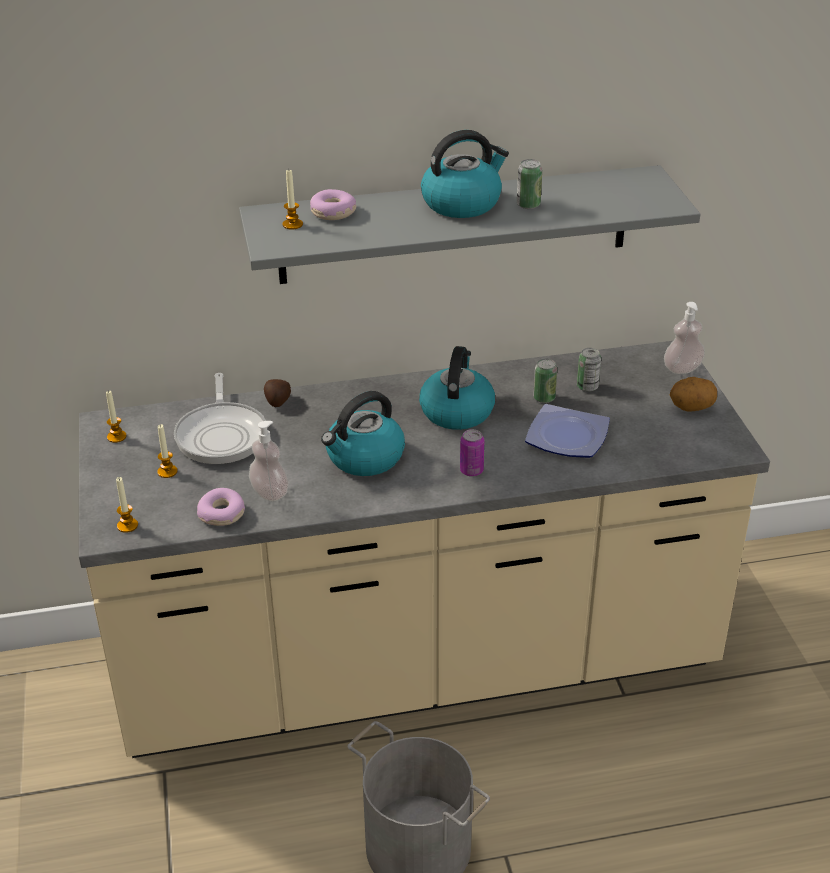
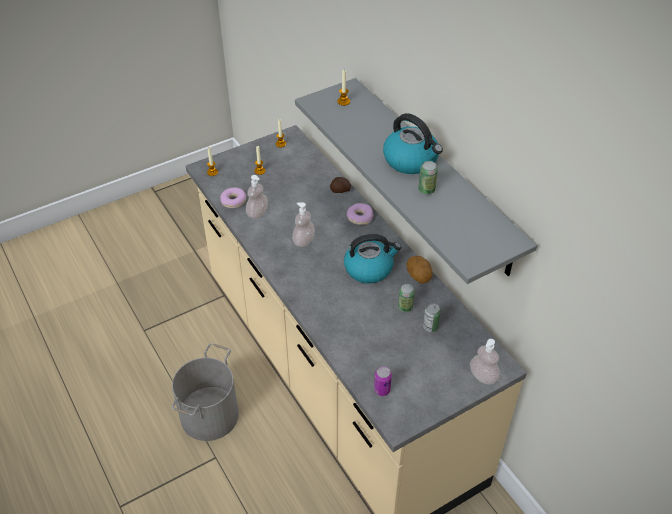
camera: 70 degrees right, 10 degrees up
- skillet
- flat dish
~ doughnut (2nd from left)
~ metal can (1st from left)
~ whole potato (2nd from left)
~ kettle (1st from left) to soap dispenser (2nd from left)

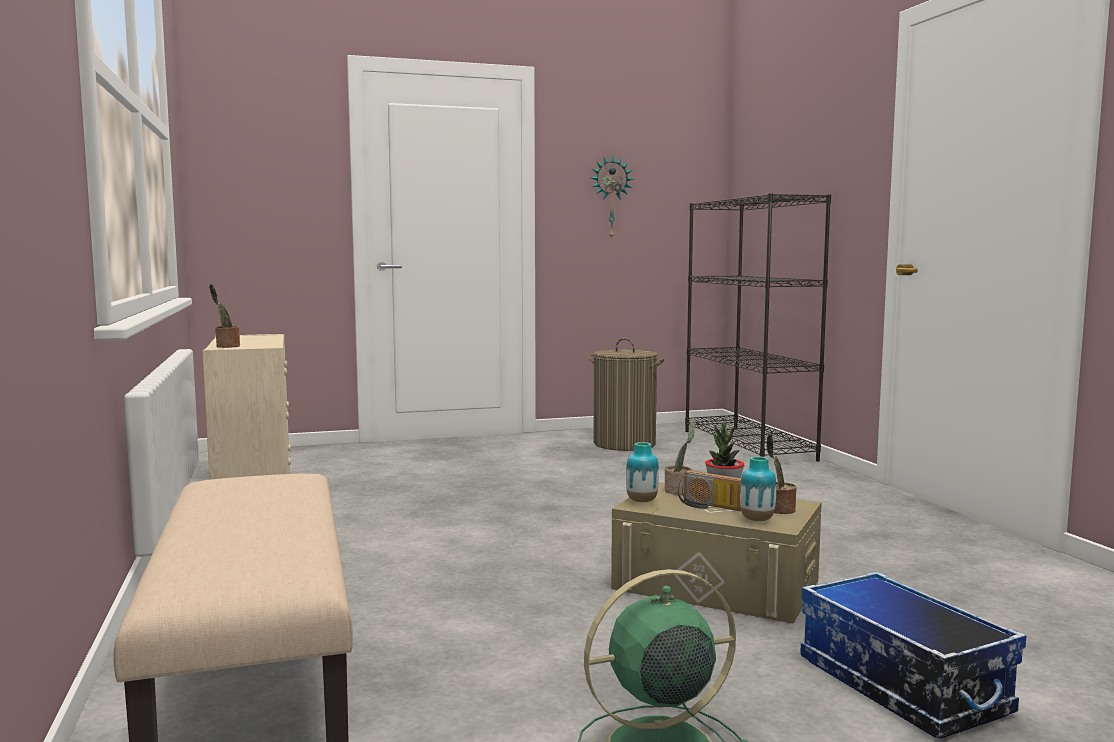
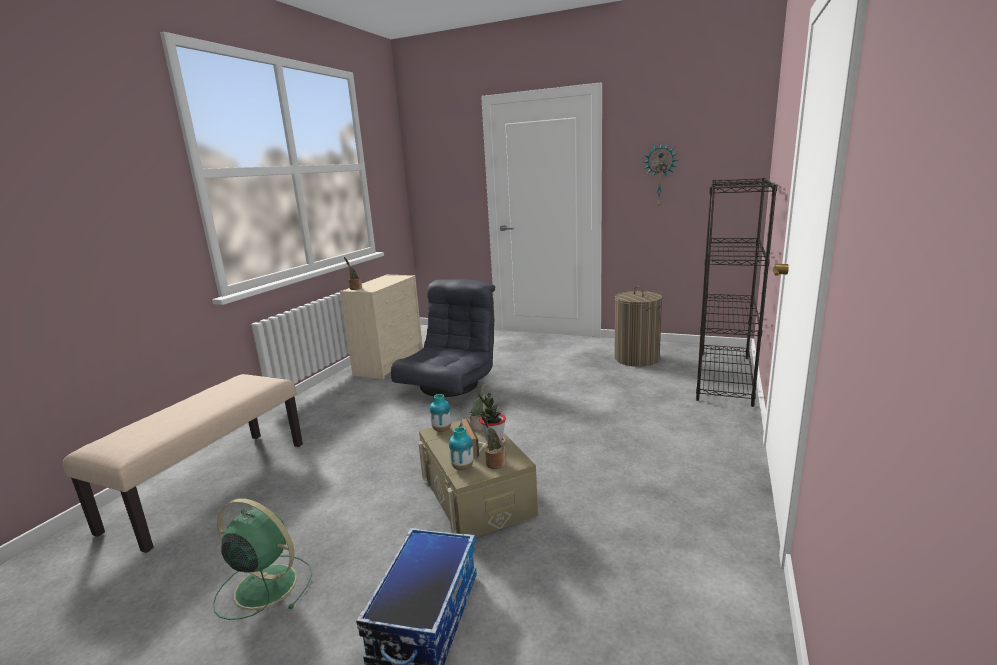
camera: 40 degrees right, 10 degrees up
+ grey easy chair

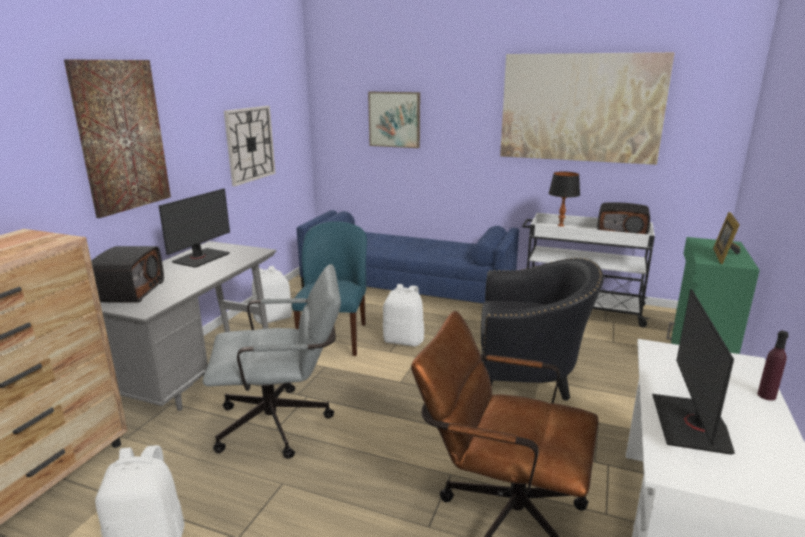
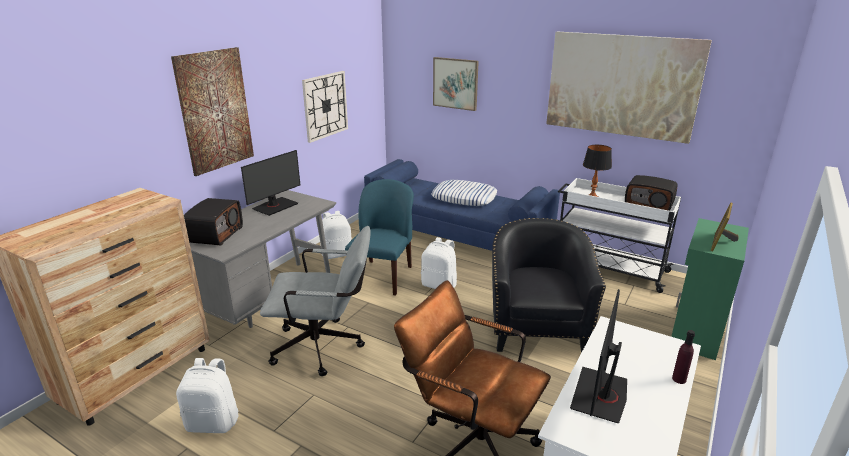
camera: 10 degrees right, 5 degrees up
+ throw pillow
~ black easy chair 105 degrees counterclockwise

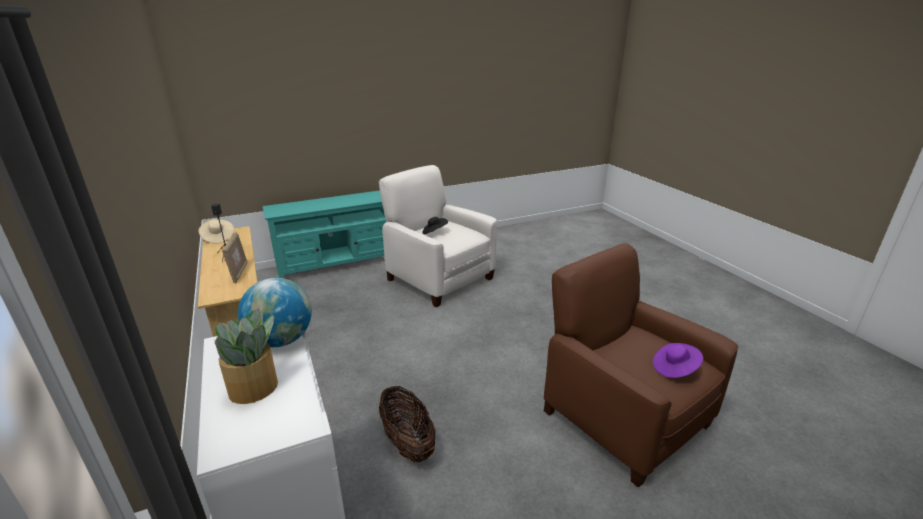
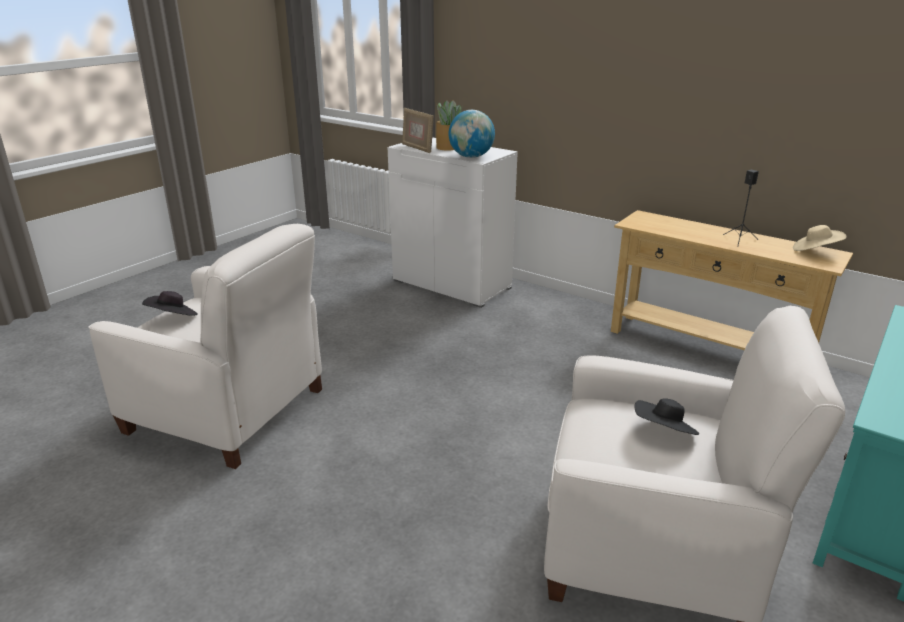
camera: 150 degrees right, 0 degrees up
- storage basket
~ photo frame
~ brown-coloured easy chair to white-coloured easy chair (1st from left)
~ purplish wearable hat to black wearable hat (1st from left)

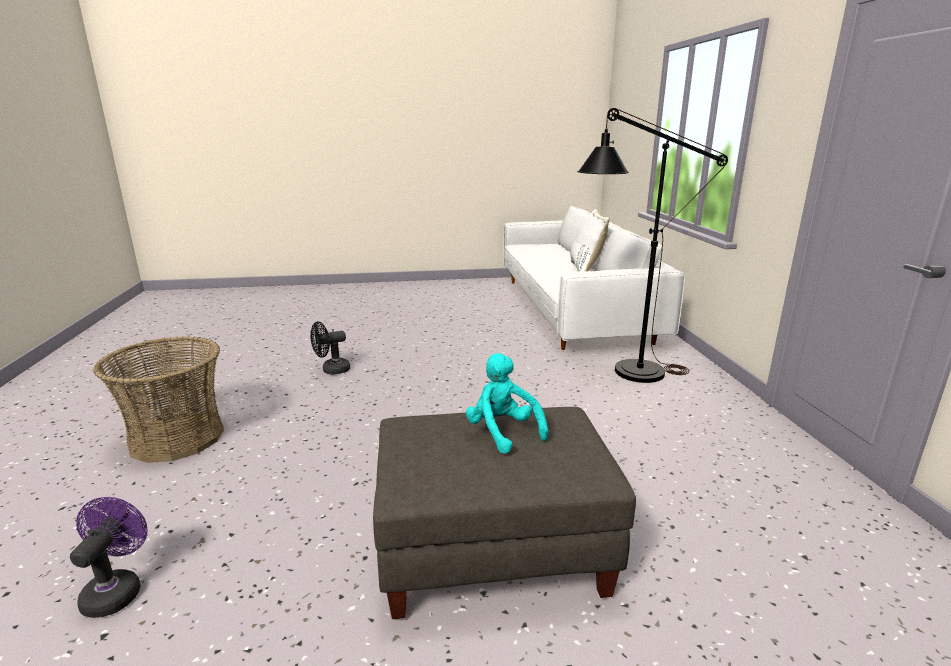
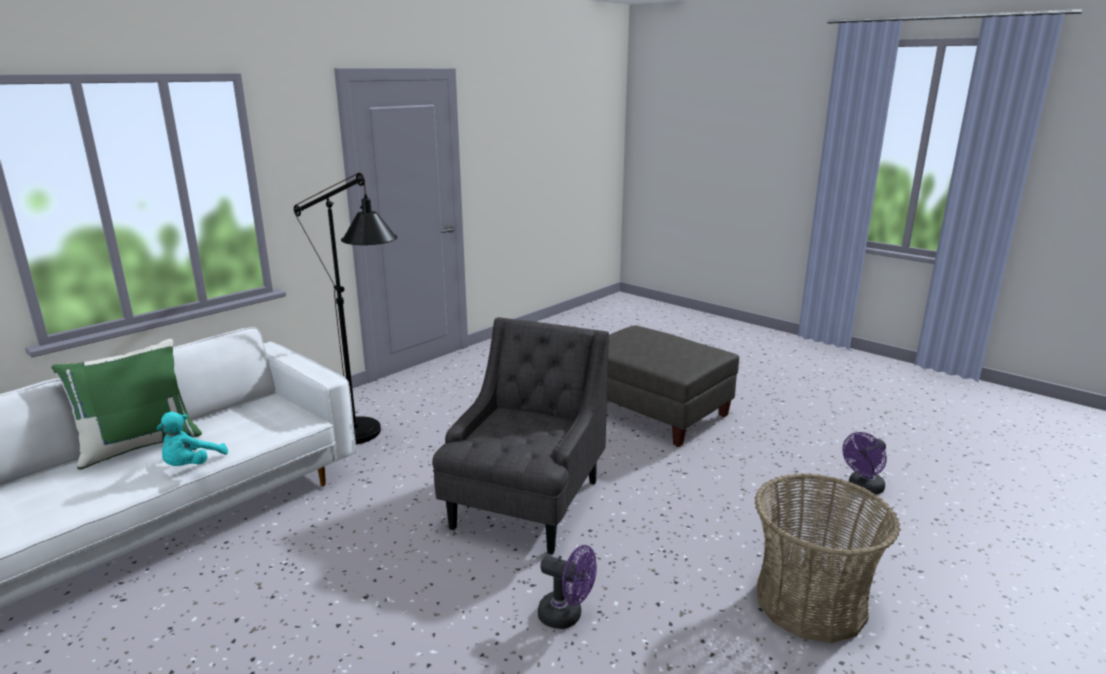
camera: 130 degrees left, 0 degrees up
+ grey easy chair
~ turquoise cuddly toy
~ black electric fan to purplish electric fan (1st from left)
~ white-coloured throw pillow to green throw pillow

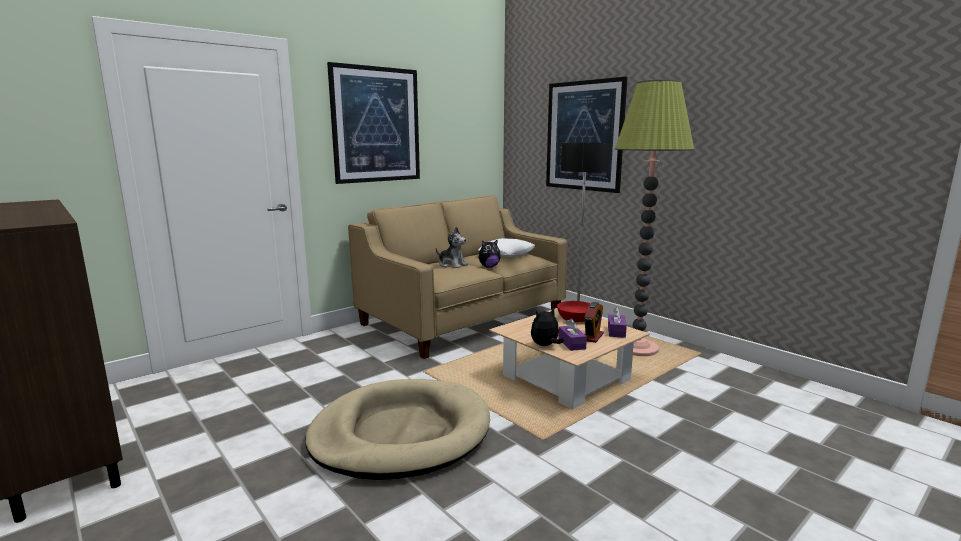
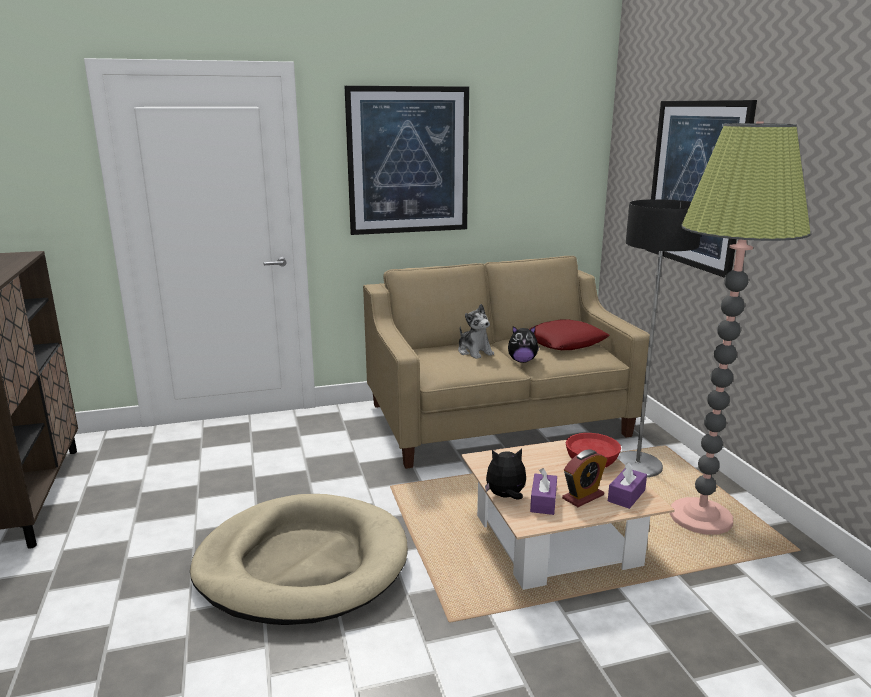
camera: 25 degrees right, 5 degrees up
~ white-coloured throw pillow to reddish throw pillow

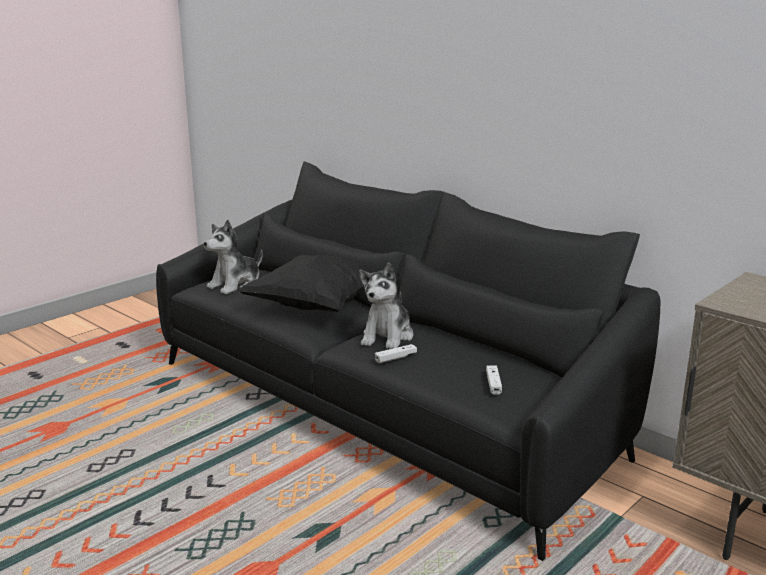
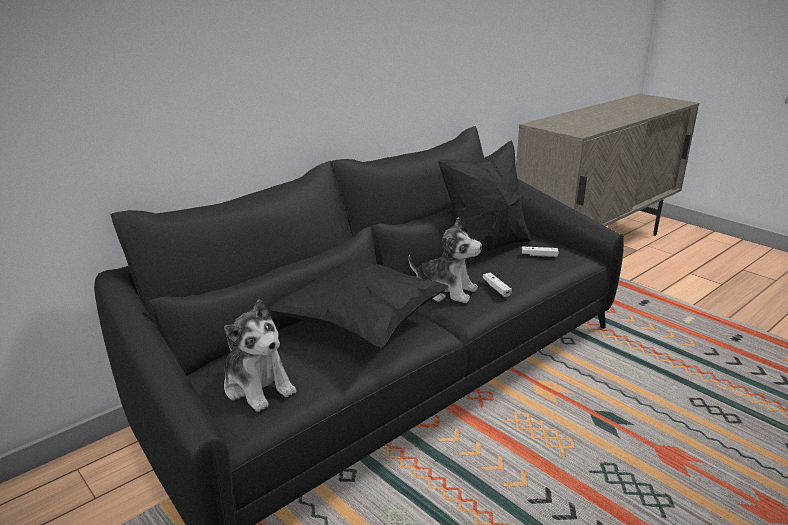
camera: 85 degrees left, 5 degrees up
+ black throw pillow (2nd from left)

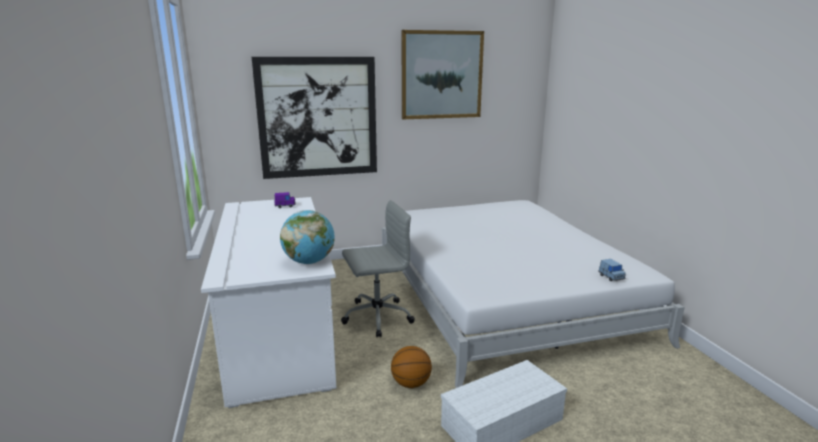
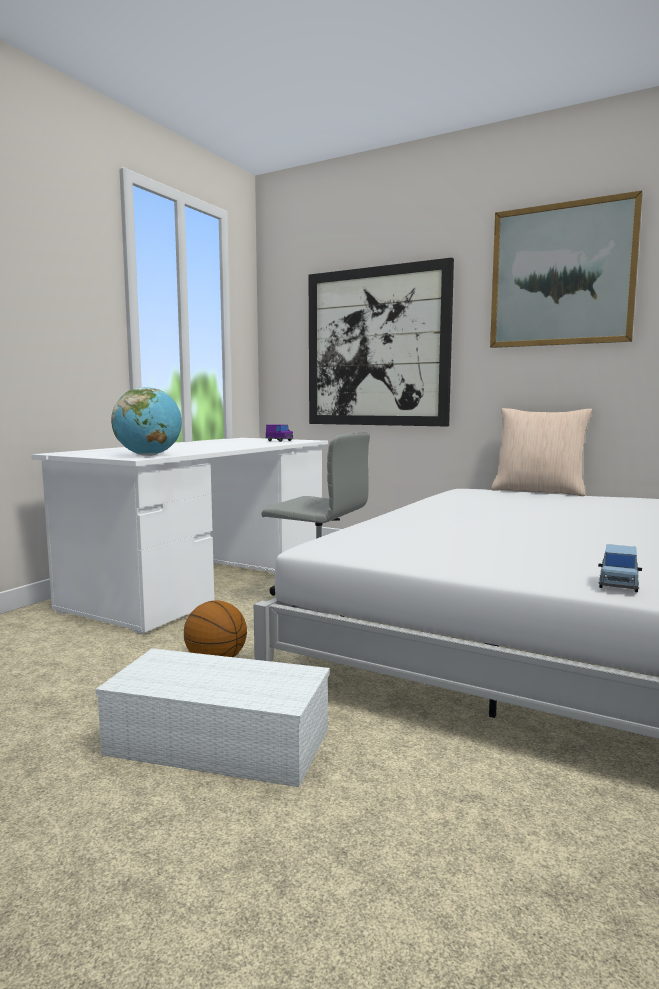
camera: 45 degrees right, 10 degrees down
+ sand-coloured throw pillow

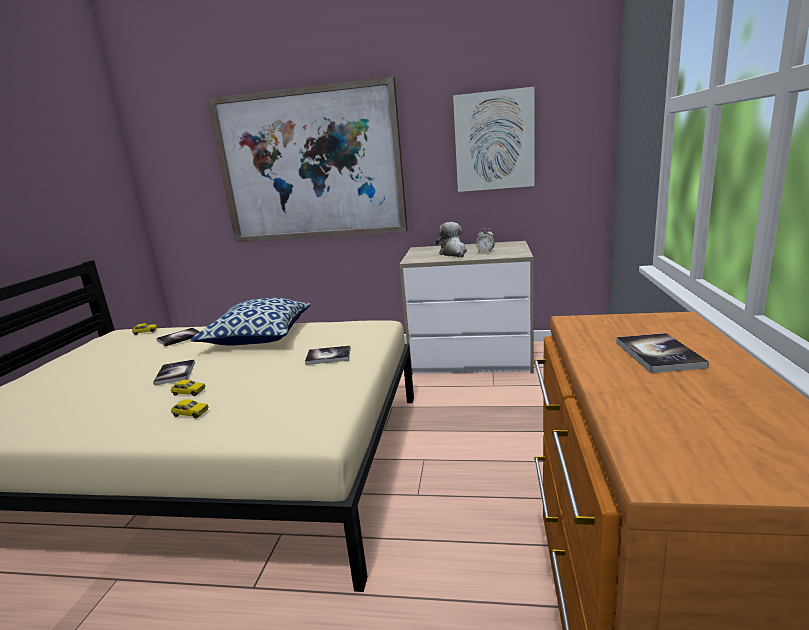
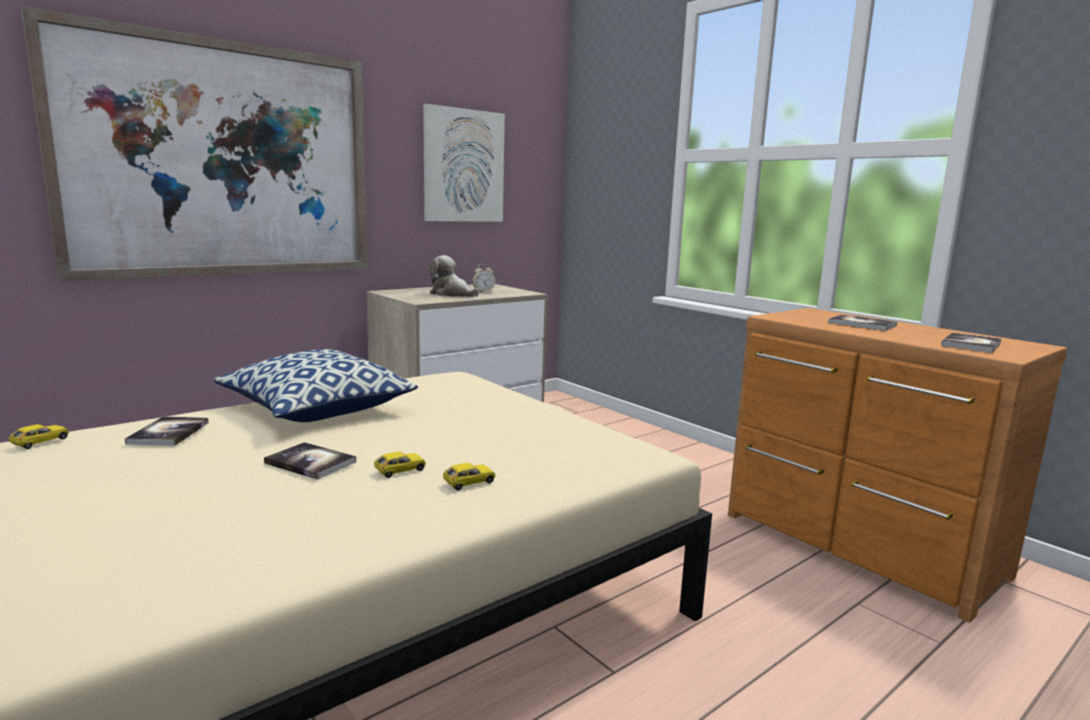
camera: 50 degrees left, 5 degrees down
~ volume (3rd from left in the first image) to volume (4th from left)

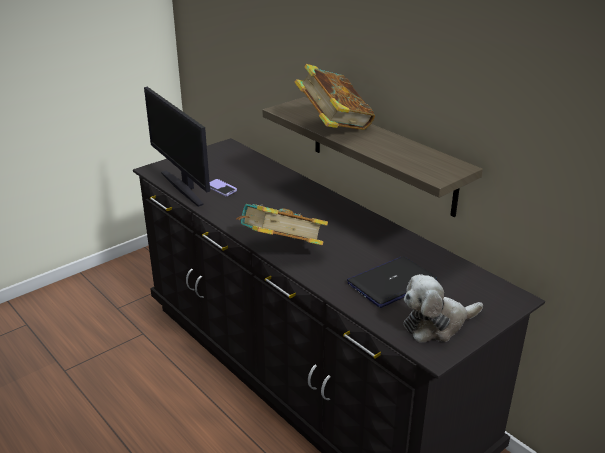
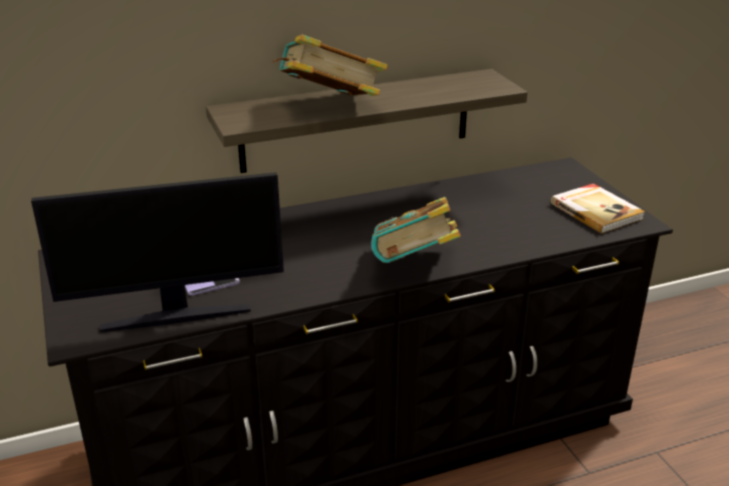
camera: 70 degrees left, 0 degrees up
- portable computer
~ cuddly toy to volume (3rd from left)

